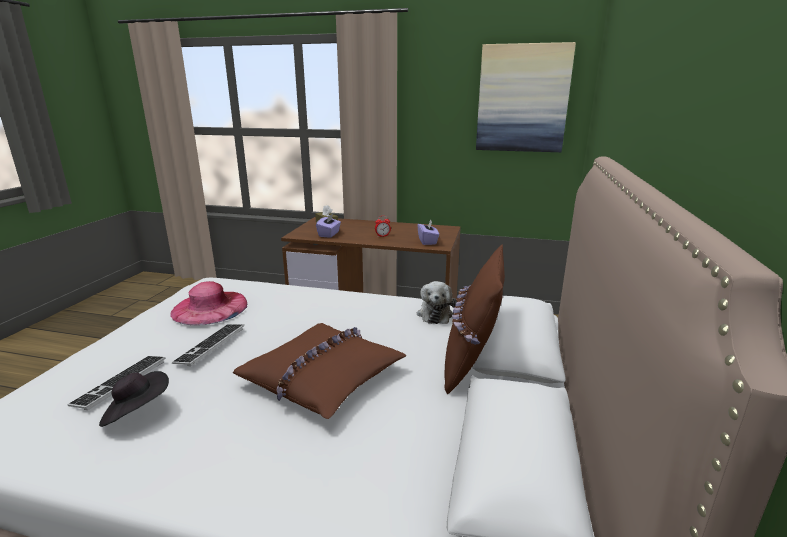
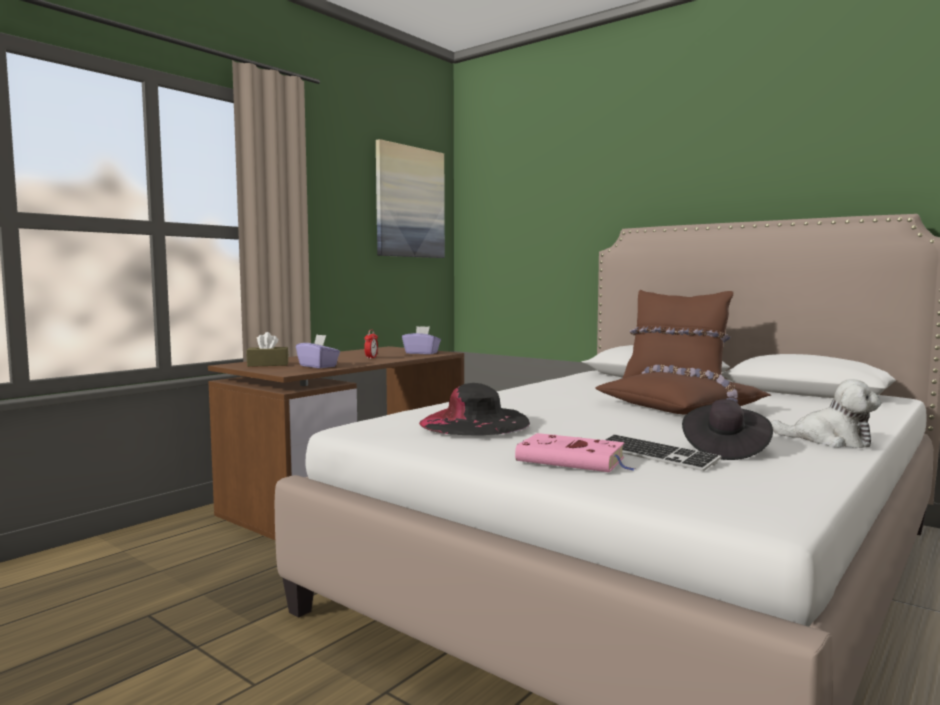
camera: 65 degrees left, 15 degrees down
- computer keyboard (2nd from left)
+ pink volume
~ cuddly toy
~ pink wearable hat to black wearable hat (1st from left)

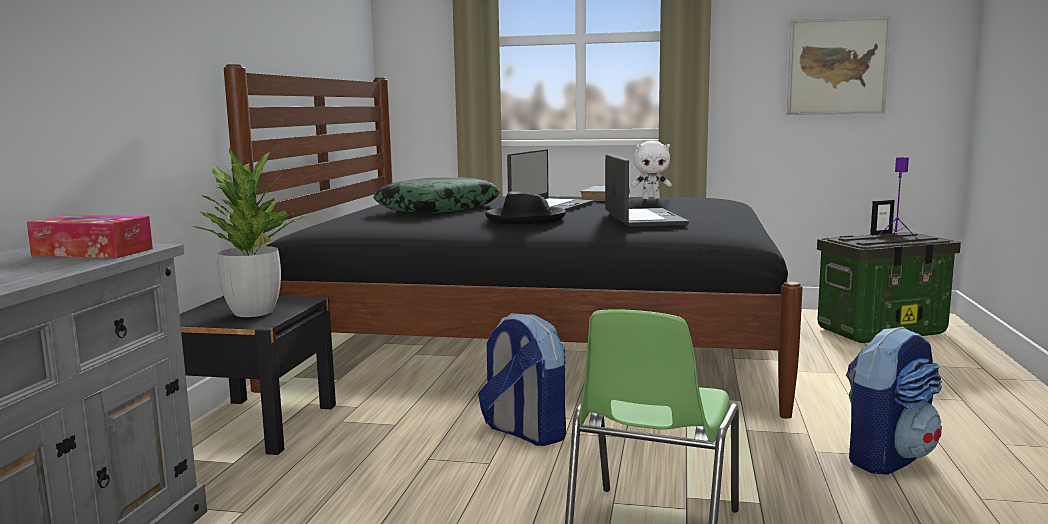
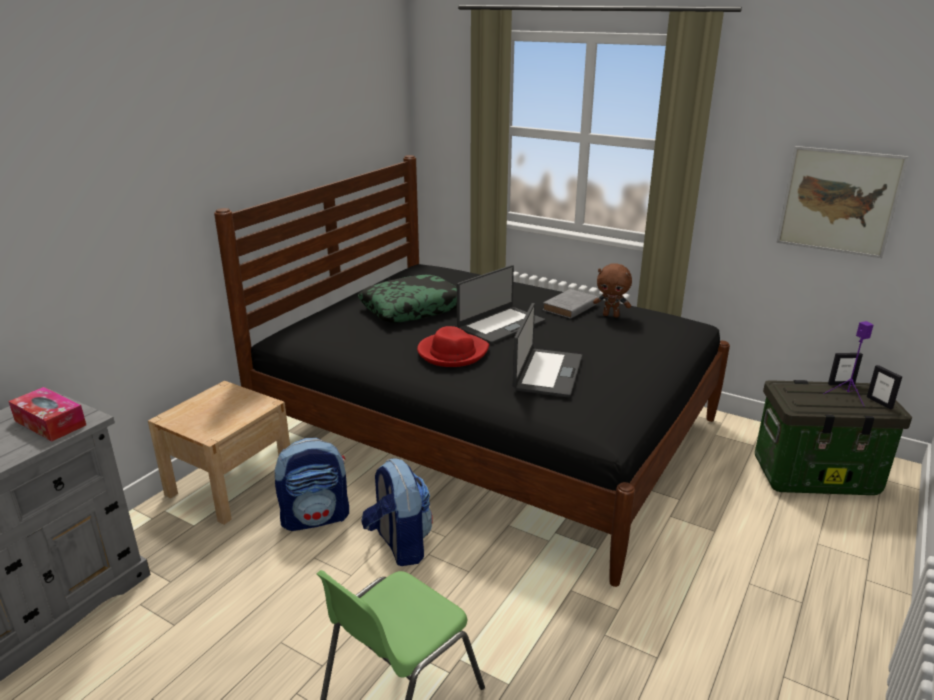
camera: 20 degrees right, 15 degrees up
- potted plant
+ photo frame (2nd from left)
~ rucksack (2nd from left in the first image) to rucksack (1st from left)
~ black bedside table to sand-coloured bedside table
~ black wearable hat to reddish wearable hat
~ white-coloured cuddly toy to brown-coloured cuddly toy

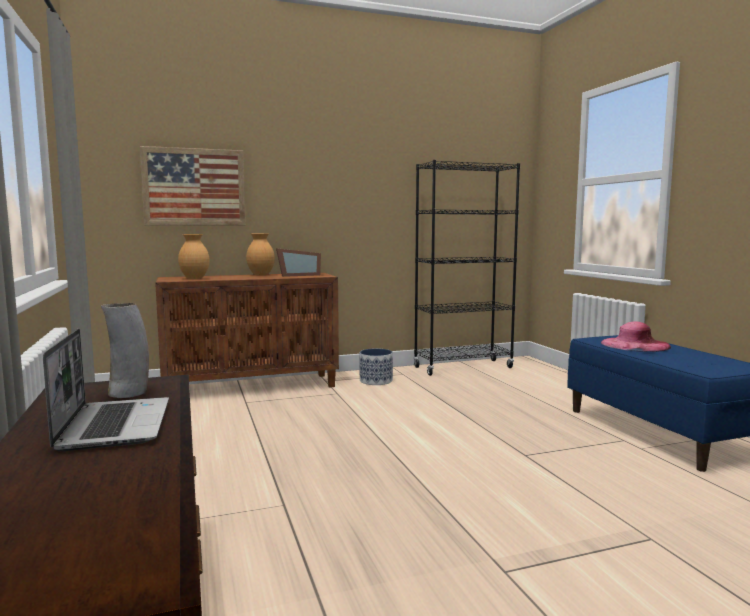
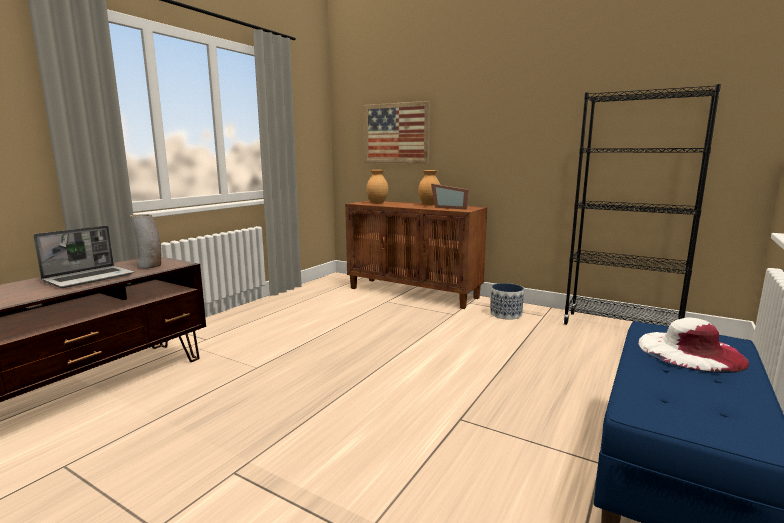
camera: 50 degrees right, 5 degrees up
~ pink wearable hat to white-coloured wearable hat

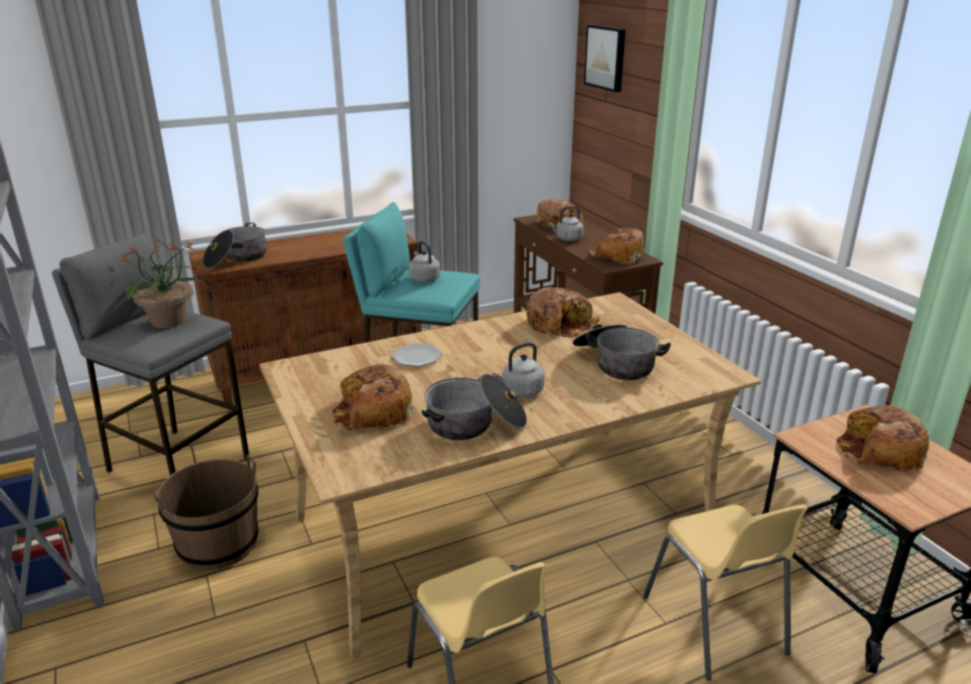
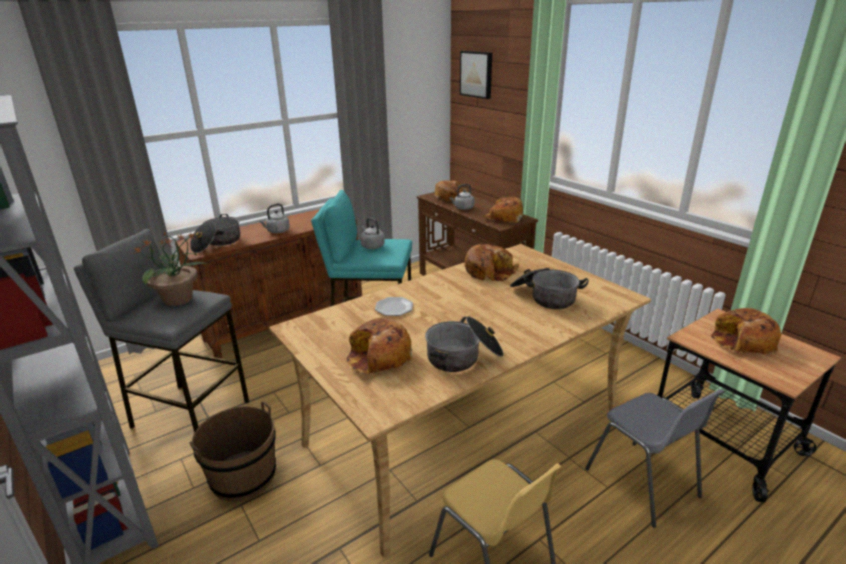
camera: 10 degrees left, 0 degrees up
~ grey kettle (2nd from left in the first image) to grey kettle (1st from left)
~ yellowish plain chair (2nd from left) to grey plain chair

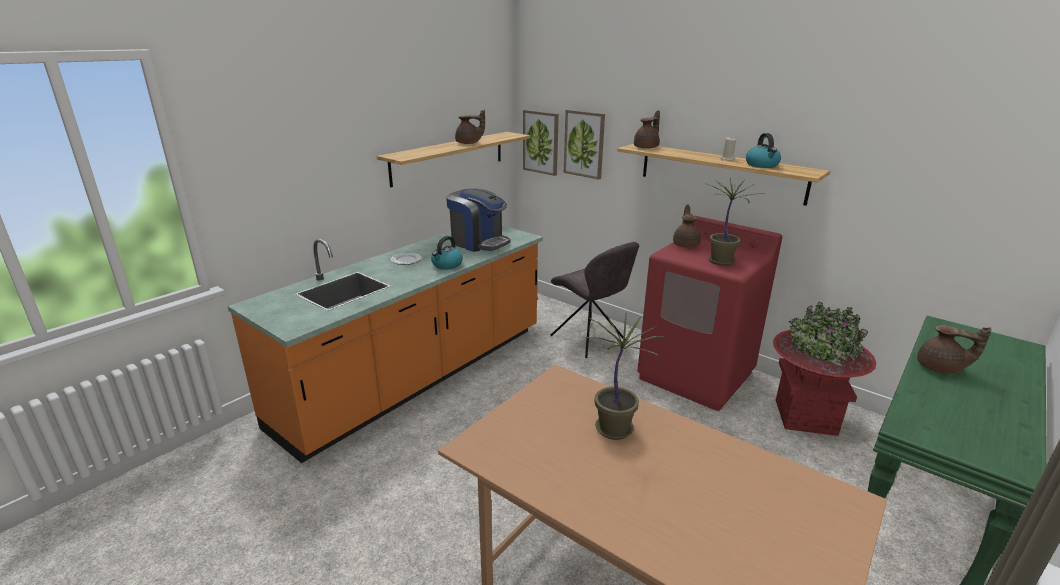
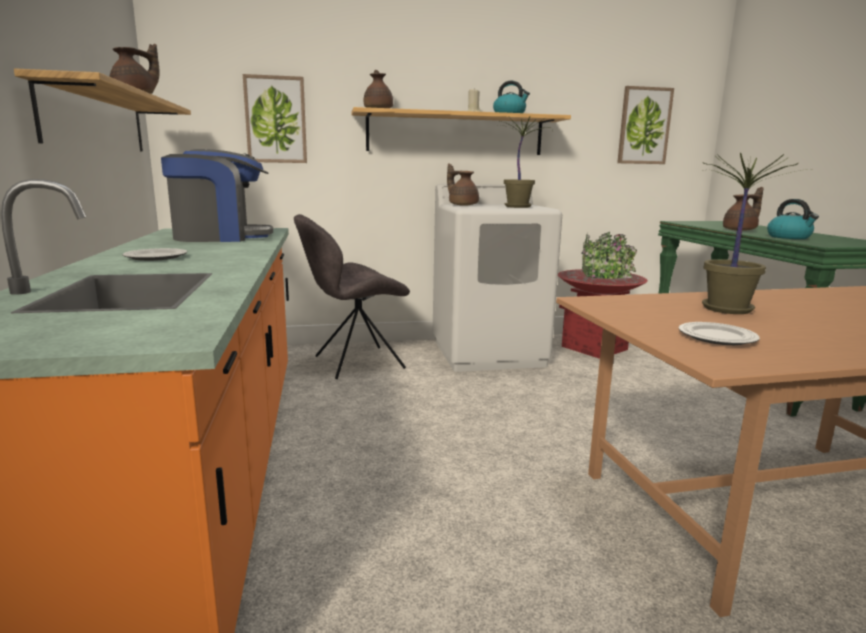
camera: 50 degrees left, 10 degrees down
+ flat dish (2nd from left)
~ kettle (1st from left in the first image) to kettle (2nd from left)
~ picture (1st from left in the first image) to picture (2nd from left)
~ reddish laundry machine to white-coloured laundry machine
~ grey plain chair 150 degrees clockwise

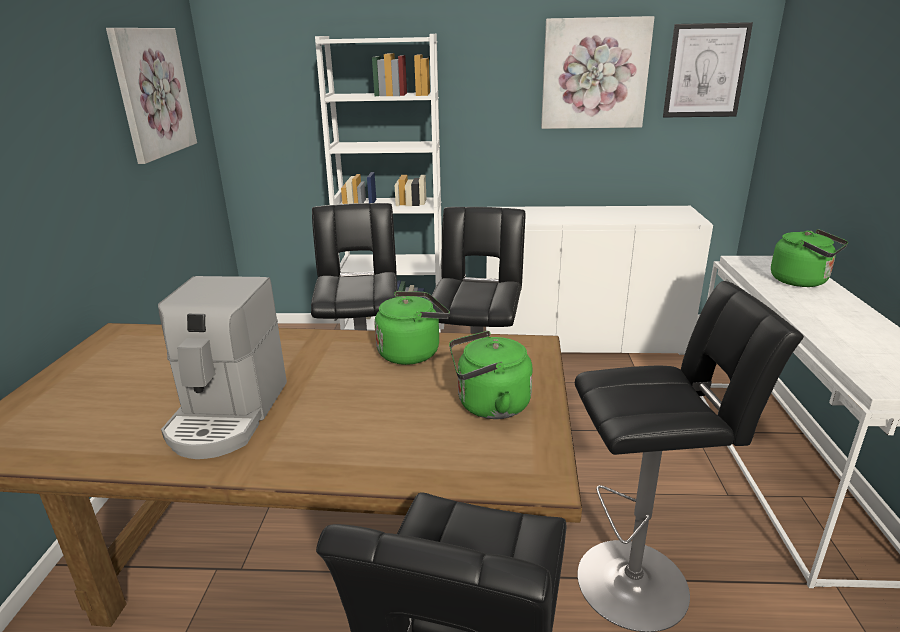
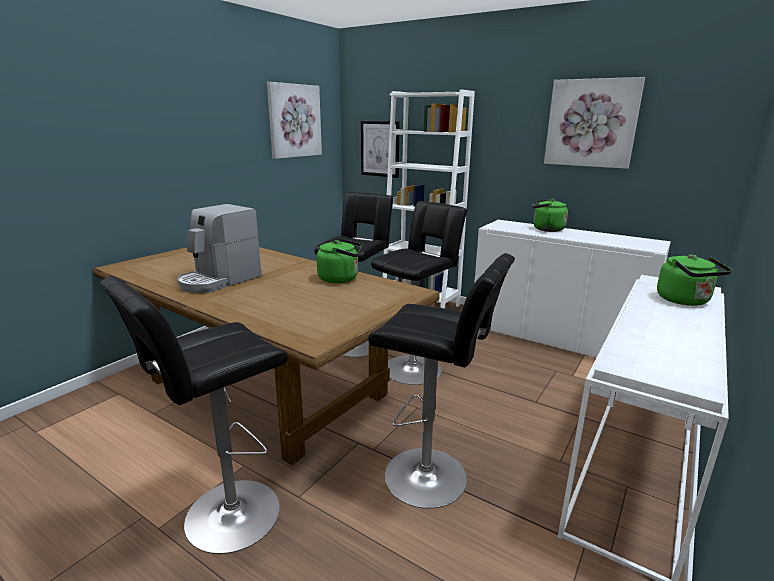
camera: 30 degrees right, 5 degrees down
~ green kettle (2nd from left)
~ picture (3rd from left in the first image) to picture (2nd from left)

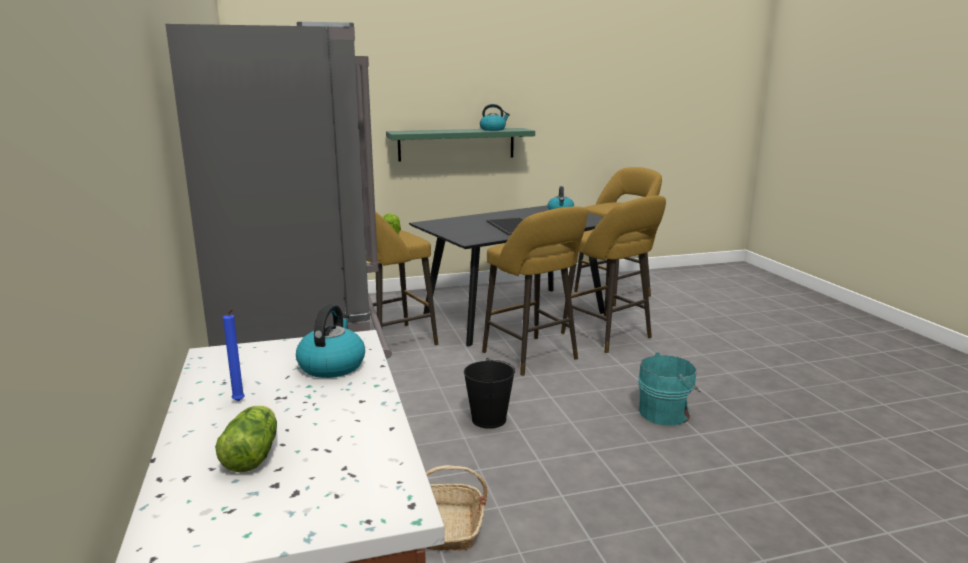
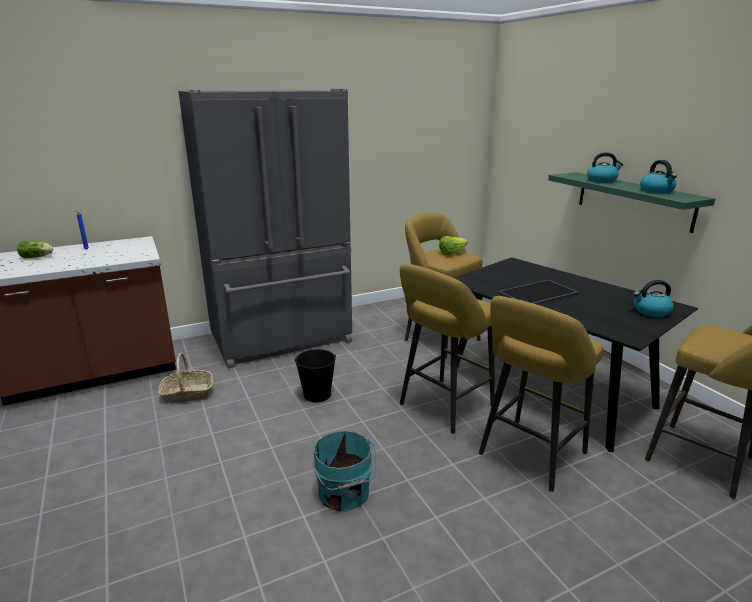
camera: 80 degrees right, 5 degrees up
~ kettle (1st from left)

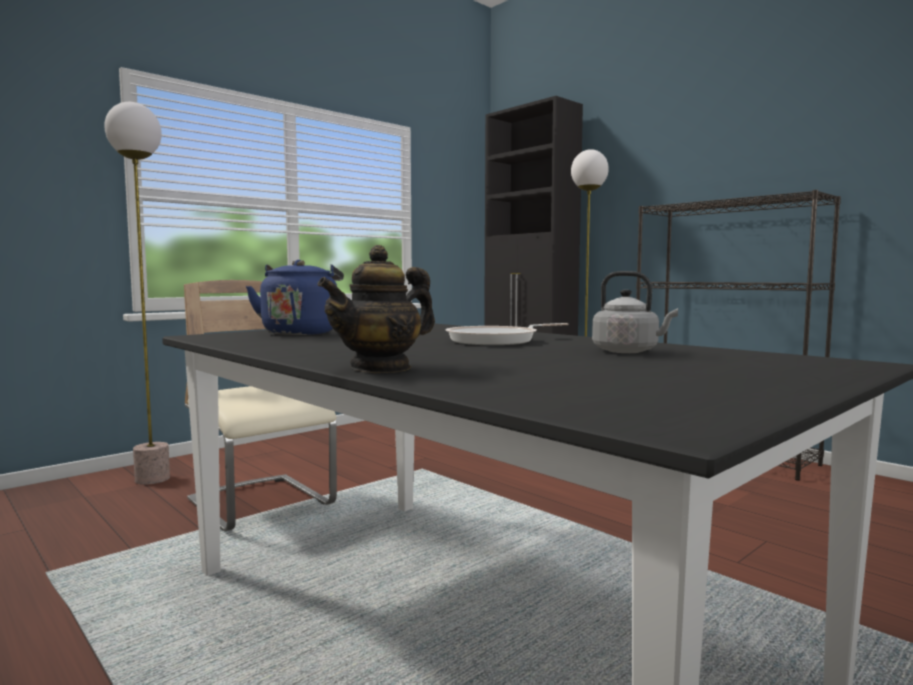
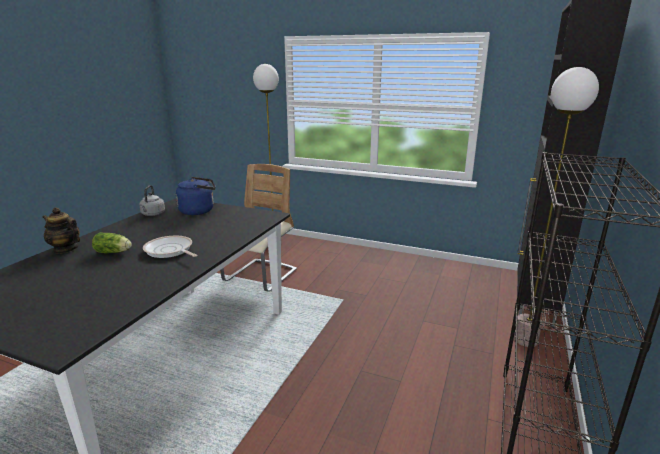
camera: 65 degrees right, 15 degrees up
+ head of lettuce
~ grey kettle

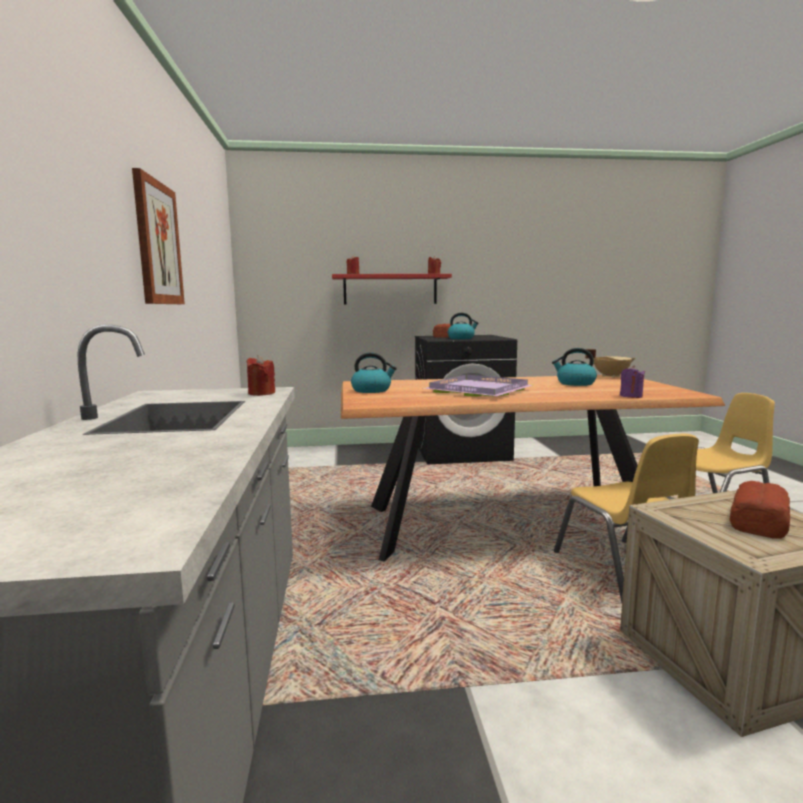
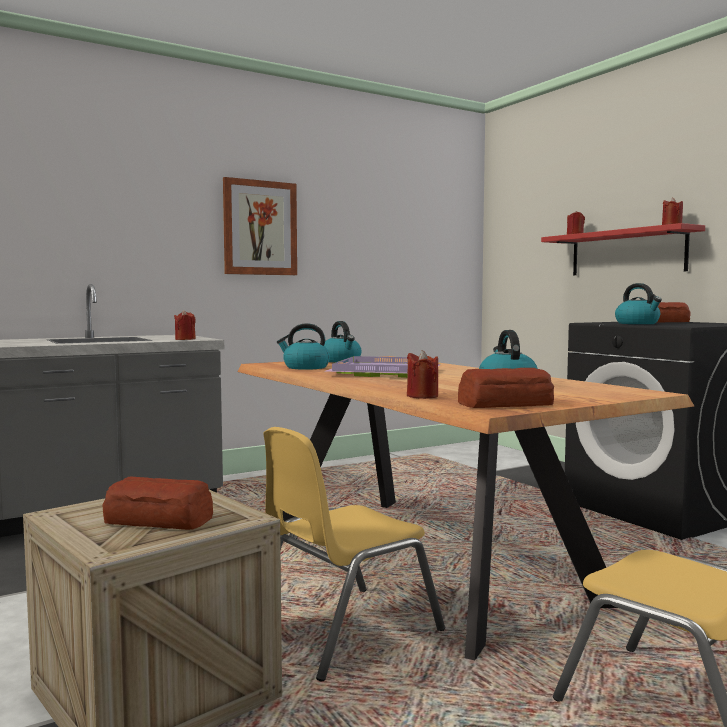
camera: 65 degrees right, 5 degrees down
- sand-coloured stockpot
+ kettle (1st from left)
+ bakery bread (2nd from left)
~ purplish wax candle to reddish wax candle (2nd from left)

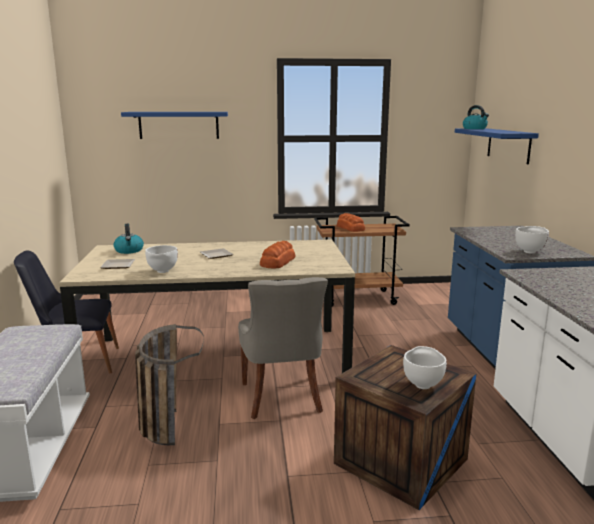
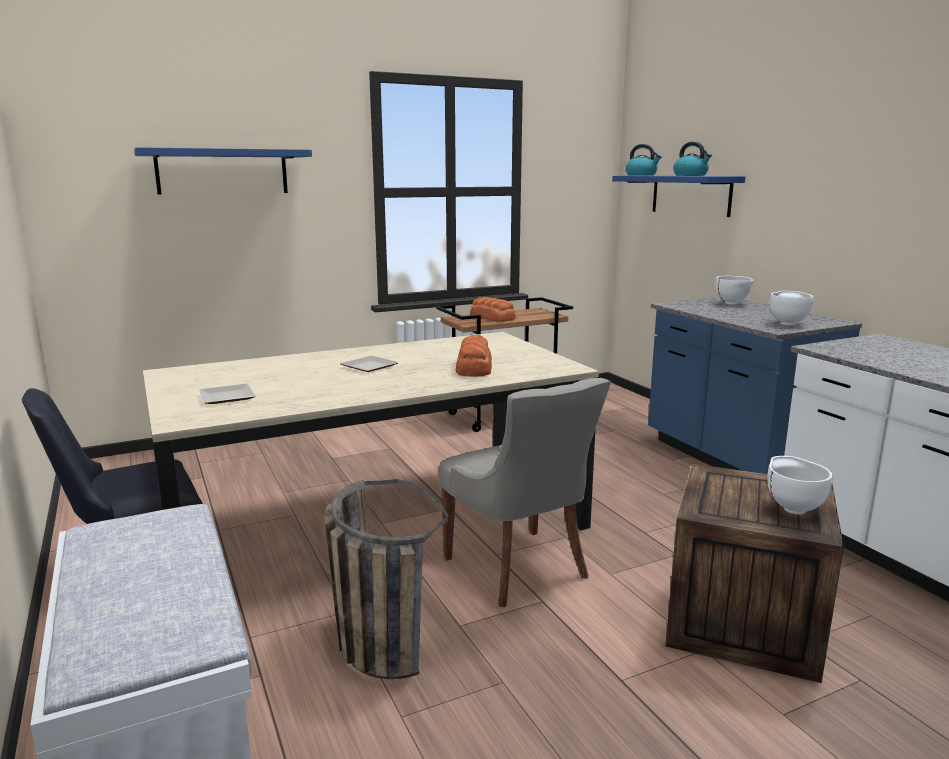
camera: 20 degrees left, 0 degrees up
~ kettle (1st from left in the first image) to kettle (2nd from left)
~ white-coloured serving bowl (1st from left)

